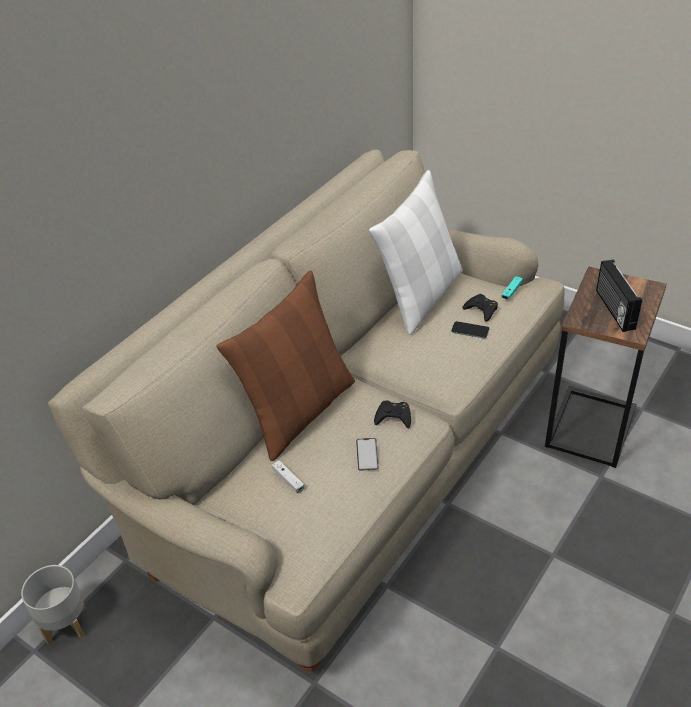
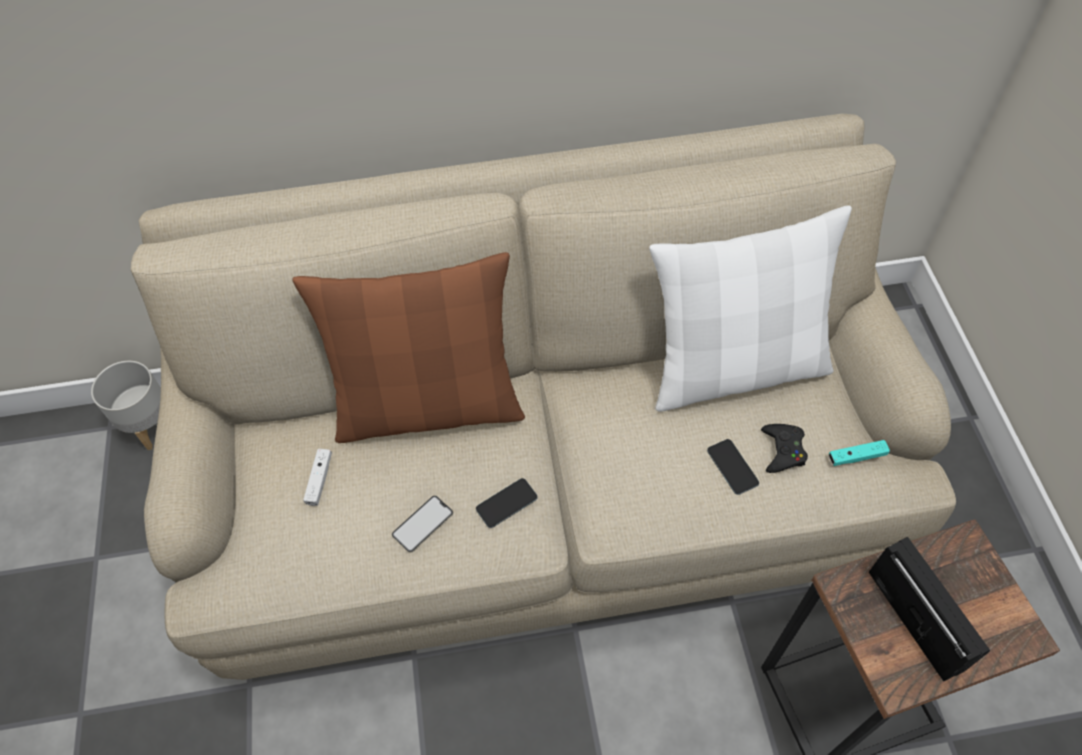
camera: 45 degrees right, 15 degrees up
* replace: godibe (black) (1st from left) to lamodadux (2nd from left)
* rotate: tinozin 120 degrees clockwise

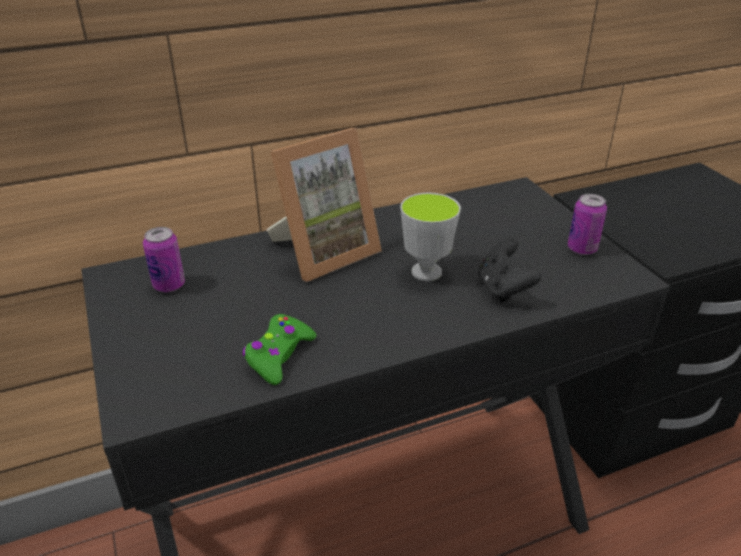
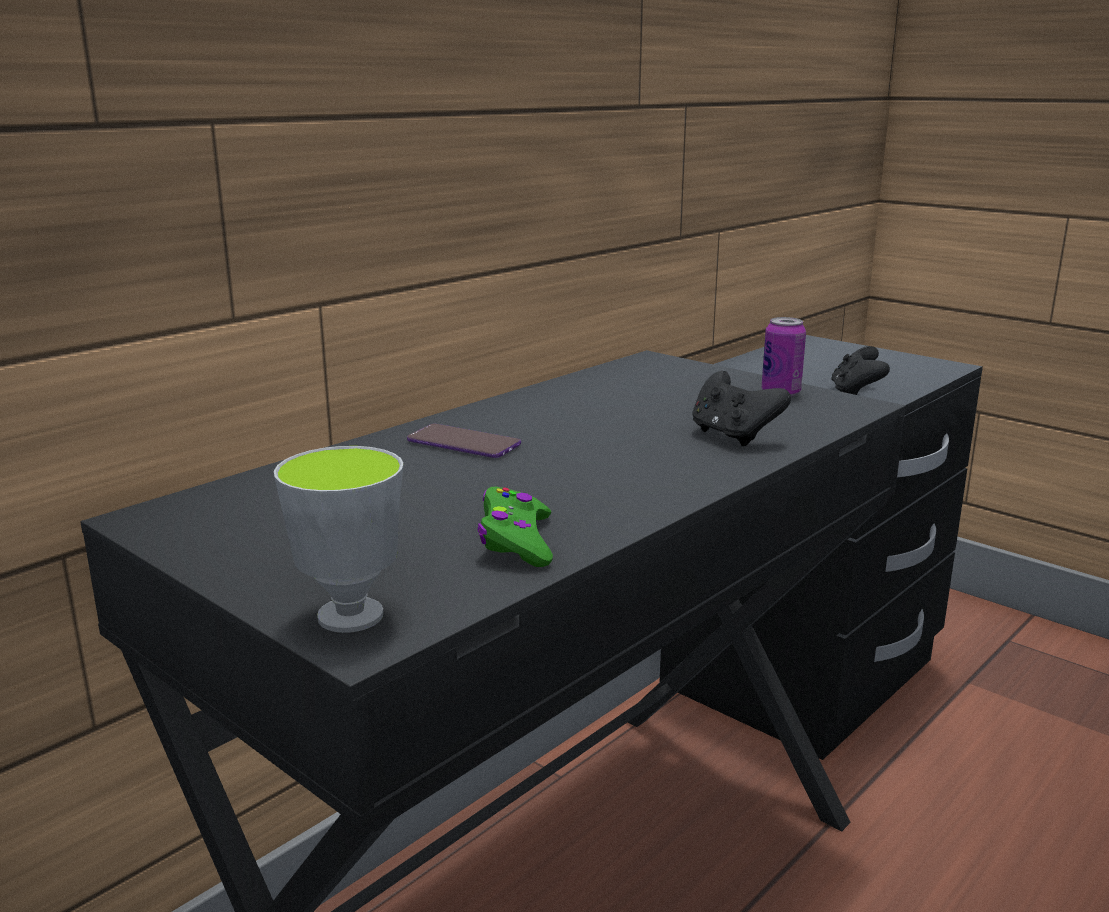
camera: 25 degrees left, 15 degrees down
* delete: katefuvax (1st from left)
* insert: godibe (black) (2nd from left)
* move: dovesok
* replace: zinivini to lamodadux

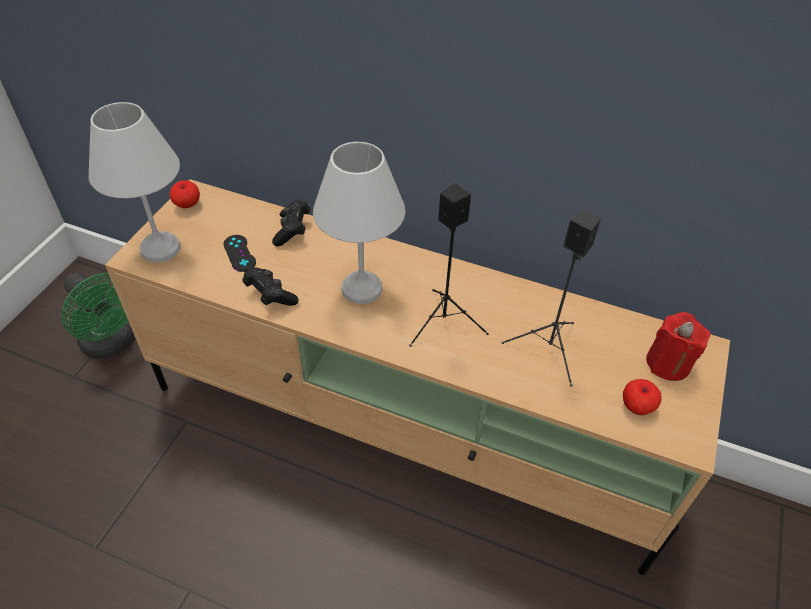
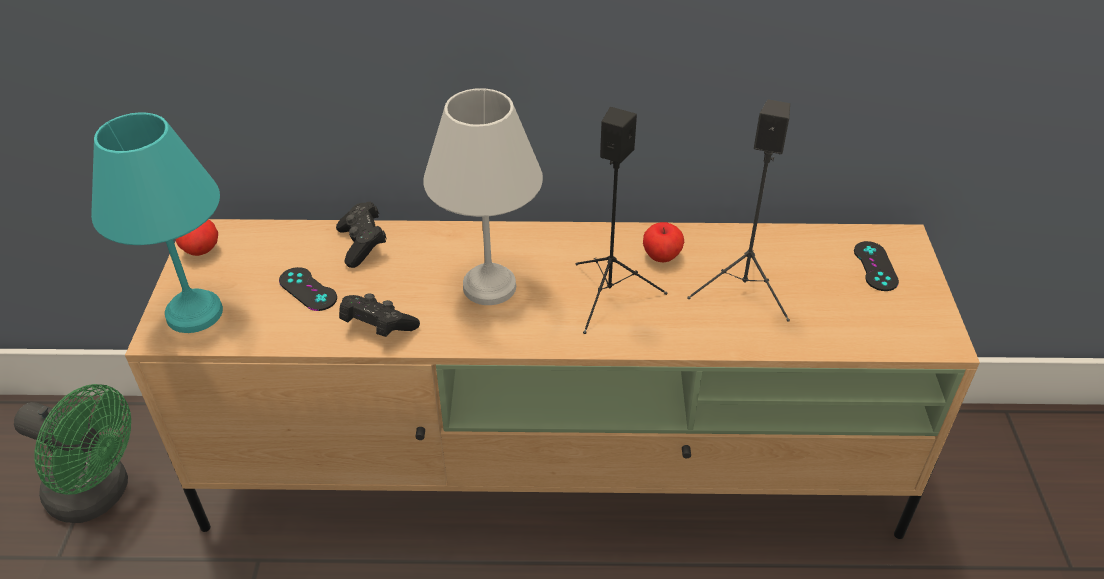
camera: 20 degrees left, 5 degrees down
* move: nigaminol (2nd from left)
* replace: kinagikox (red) to godibe (black) (4th from left)
* recolor: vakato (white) (1st from left) to vakato (turquoise)

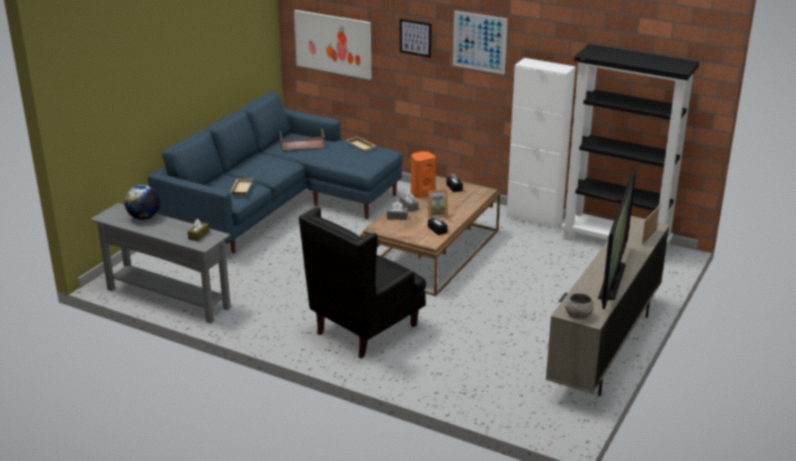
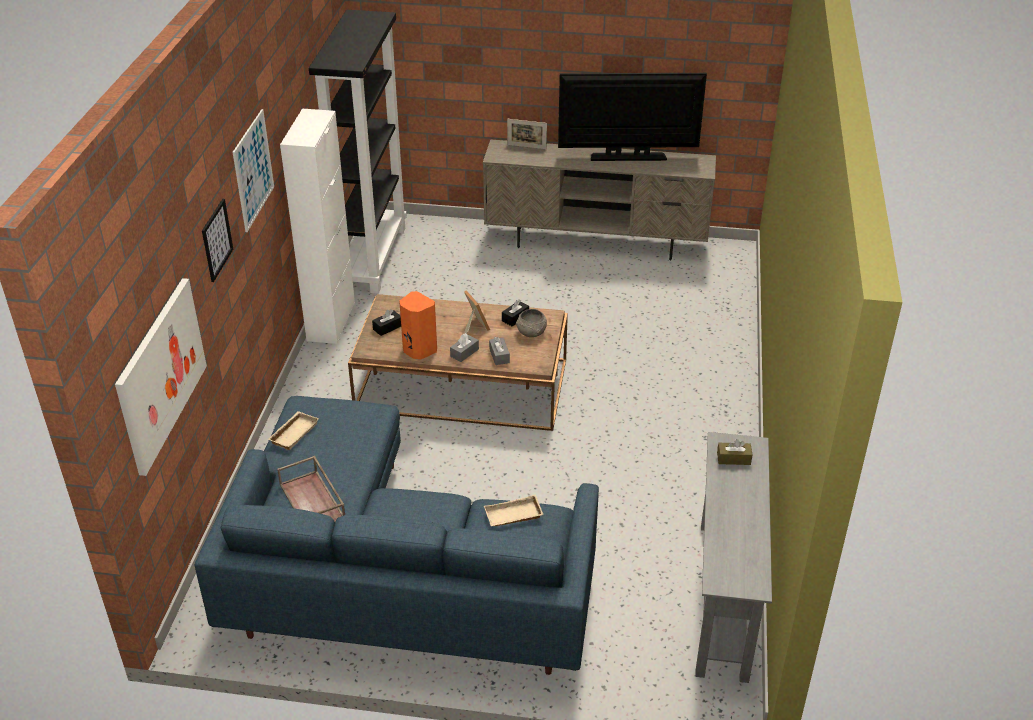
camera: 110 degrees left, 10 degrees up
* delete: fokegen
* delete: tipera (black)
* move: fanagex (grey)

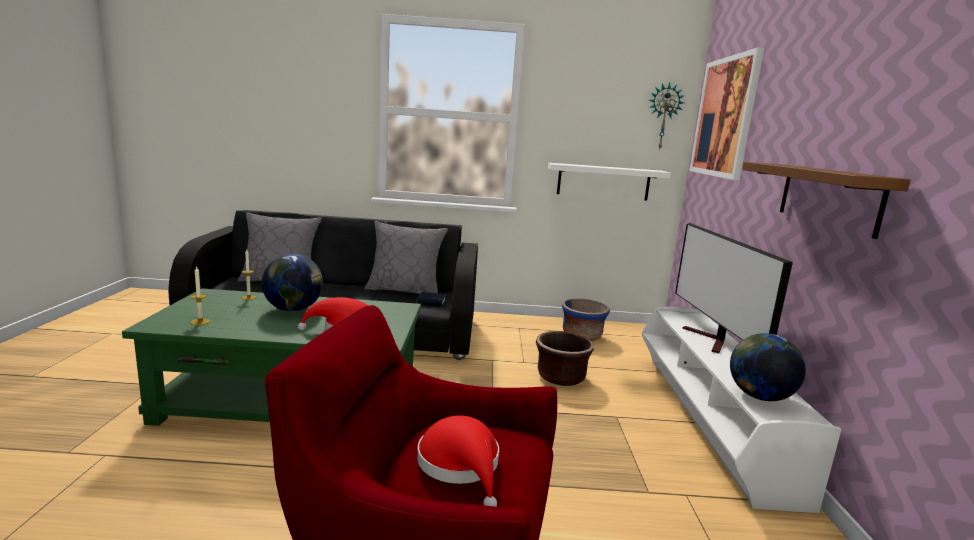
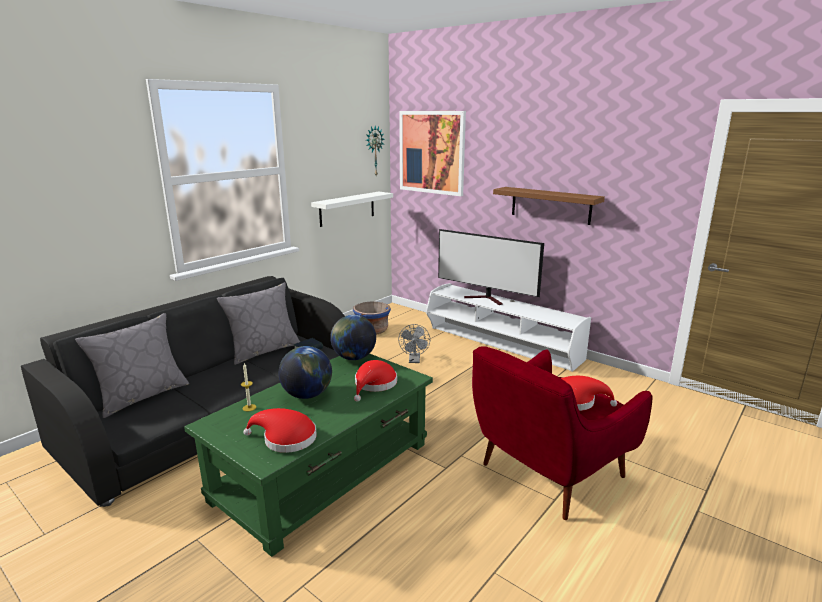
camera: 50 degrees left, 5 degrees up
* move: fokegen (2nd from left)
* replace: kinagikox (1st from left) to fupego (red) (1st from left)
* replace: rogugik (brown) to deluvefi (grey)

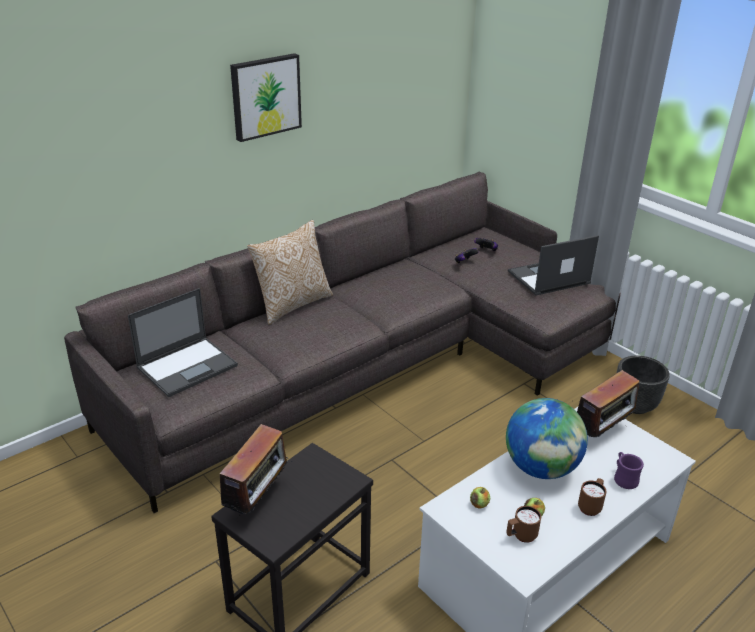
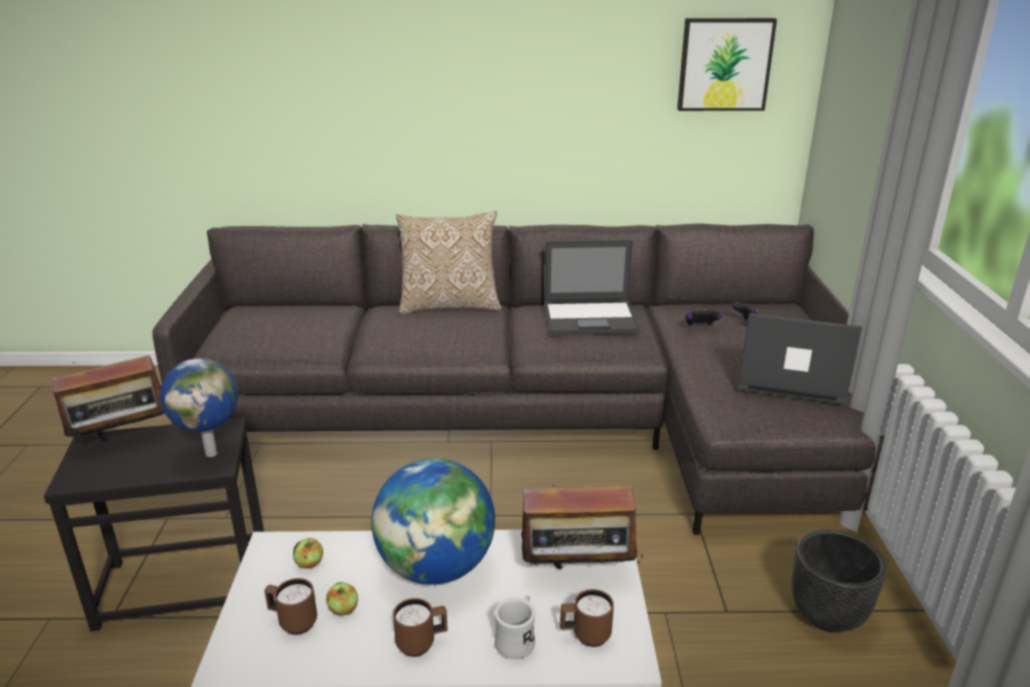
camera: 40 degrees right, 5 degrees down
* insert: fokegen (1st from left)
* insert: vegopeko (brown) (3rd from left)
* move: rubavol (1st from left)
* move: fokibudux
* recolor: vegopeko (purple) to vegopeko (white)

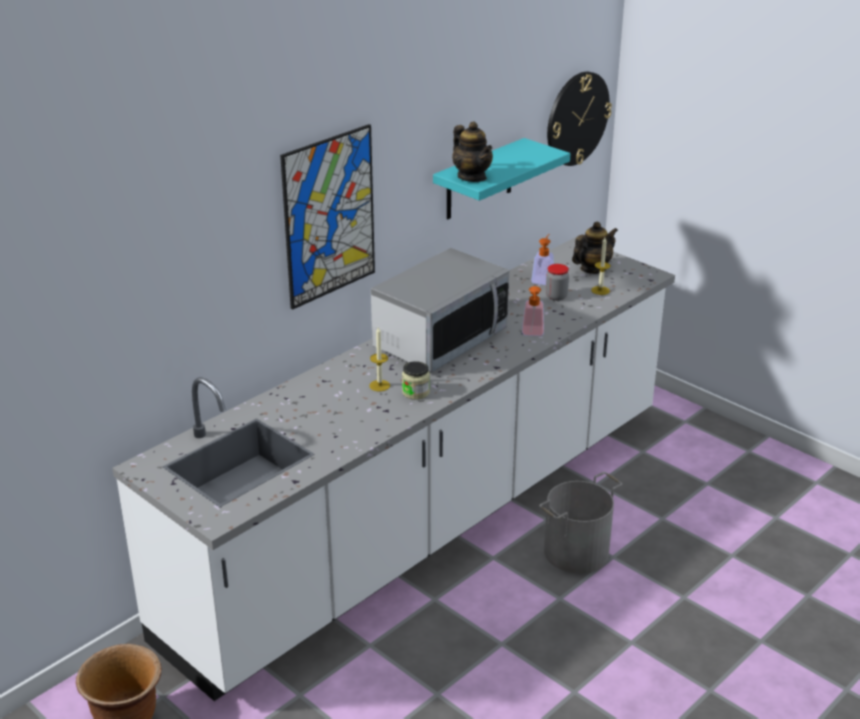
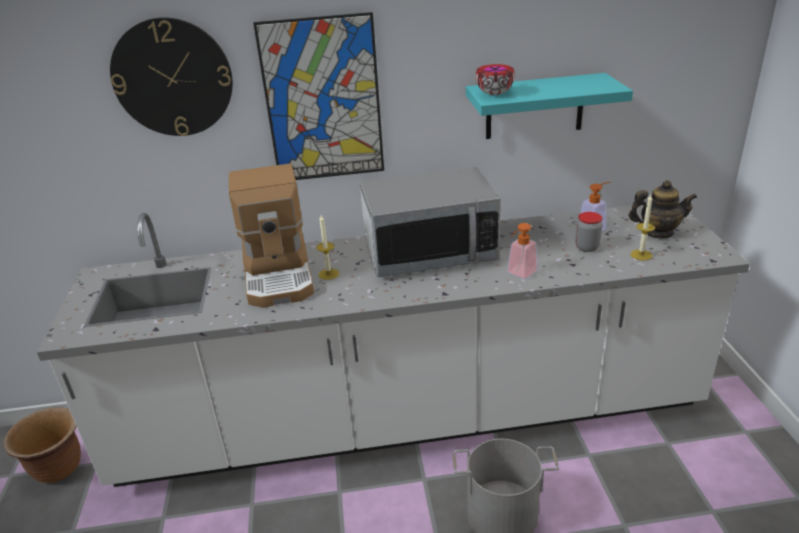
camera: 40 degrees right, 0 degrees up
* delete: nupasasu (1st from left)
* insert: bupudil
* move: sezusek
* replace: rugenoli (1st from left) to fanagex

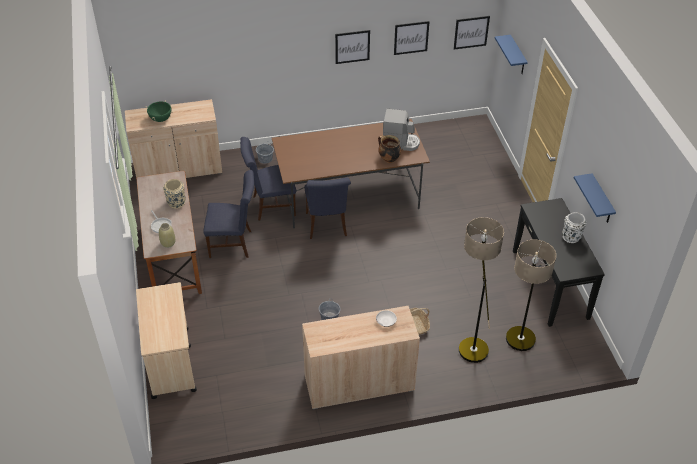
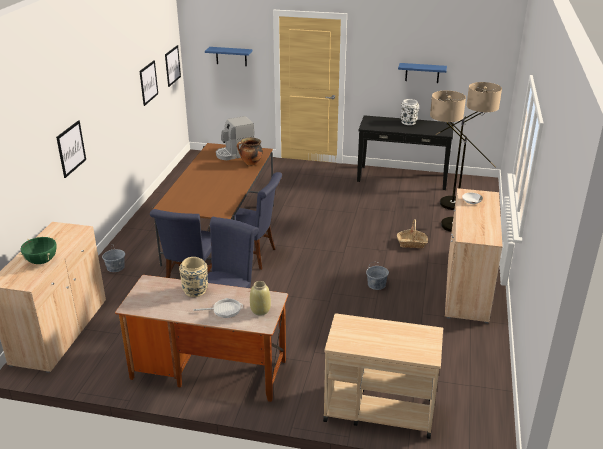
camera: 65 degrees left, 15 degrees down
* move: fokibudux (1st from left)
* rotate: bupudil 150 degrees counterclockwise

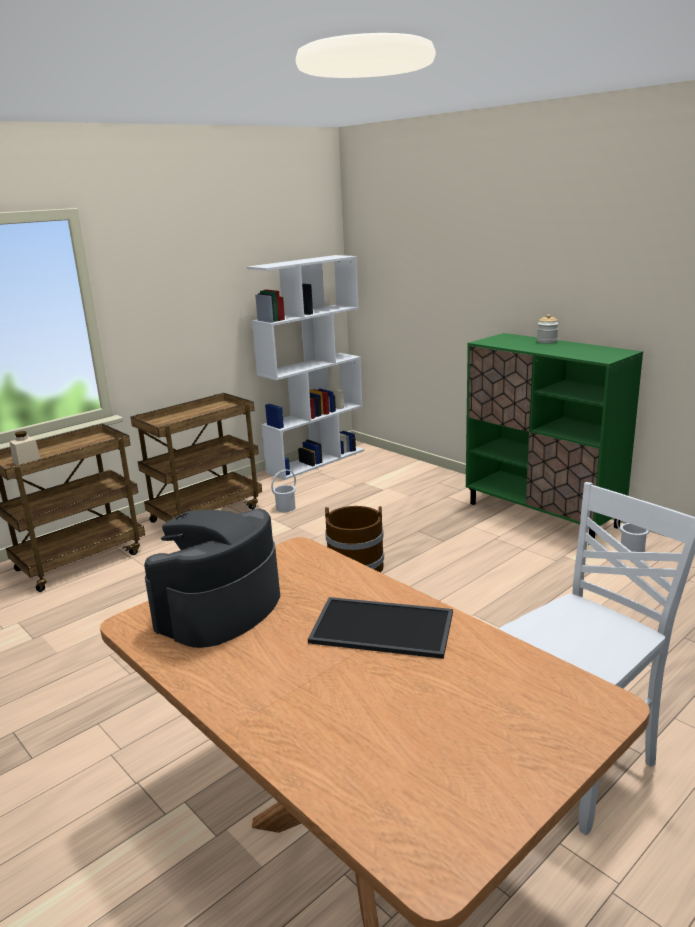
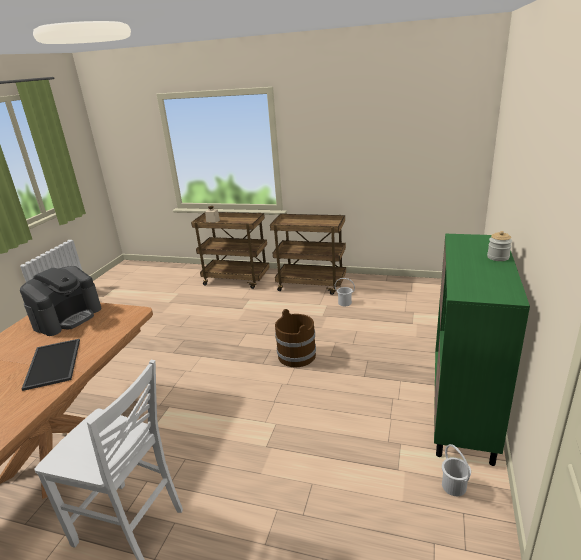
camera: 60 degrees right, 5 degrees up
* delete: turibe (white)
* rotate: bupudil 120 degrees clockwise

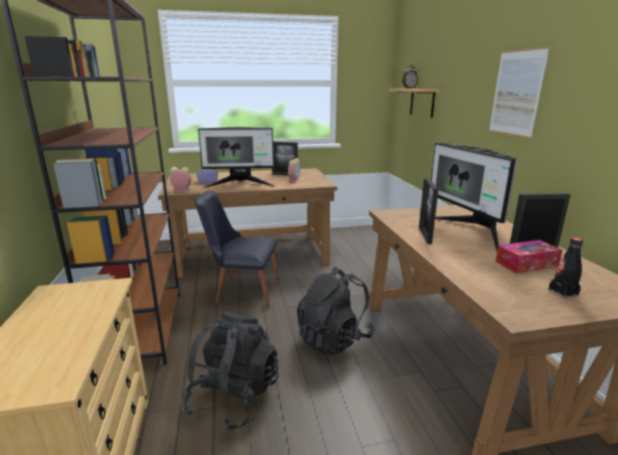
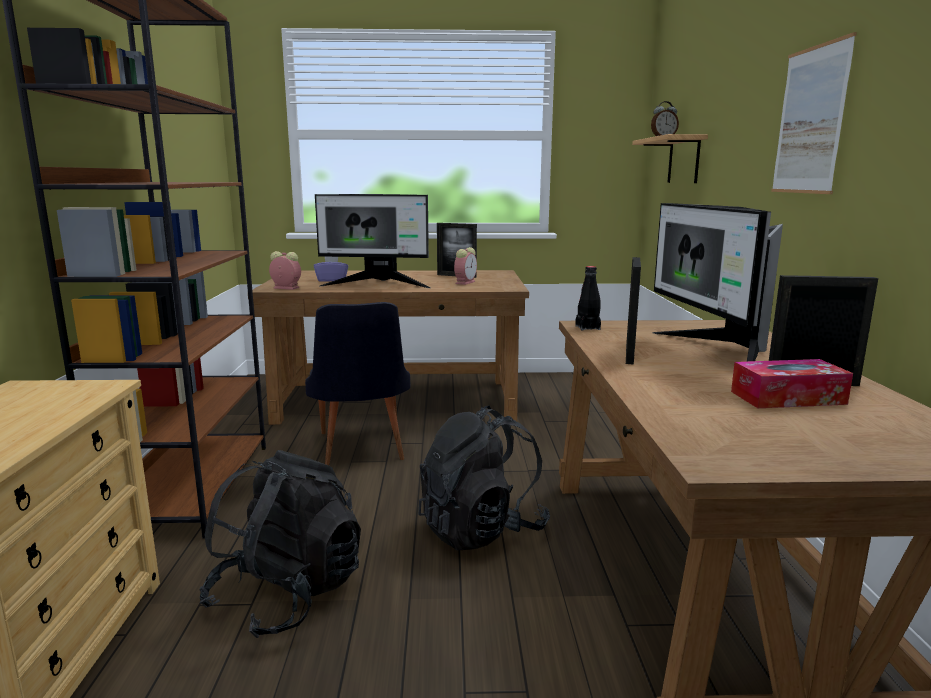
camera: 10 degrees right, 5 degrees down
* move: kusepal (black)
* rotate: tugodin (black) 120 degrees counterclockwise

